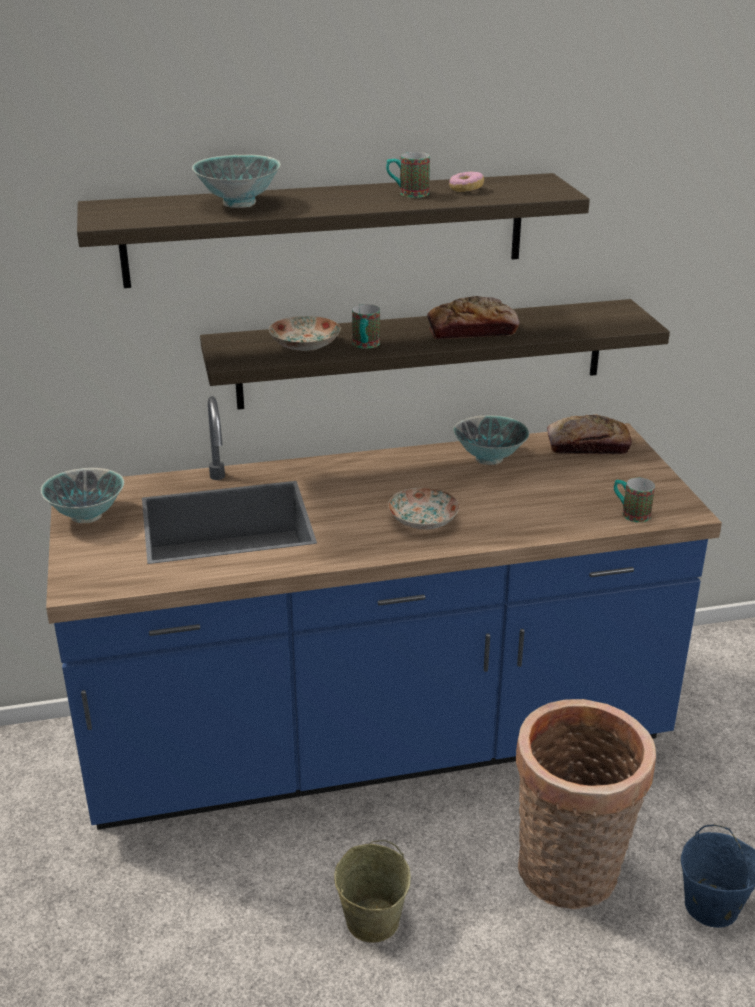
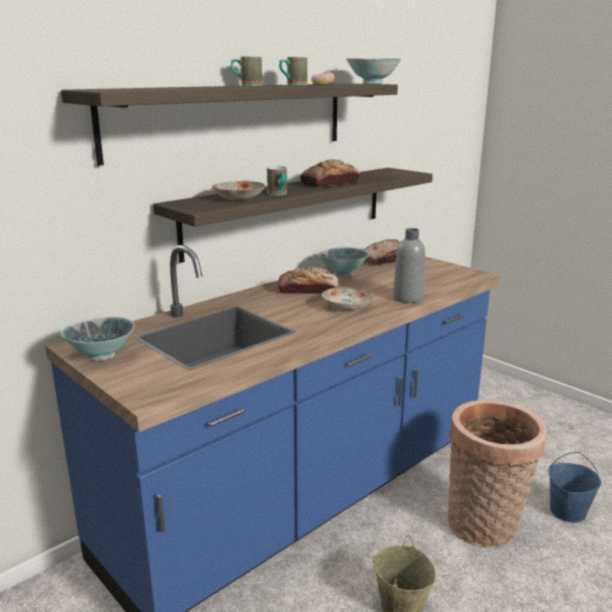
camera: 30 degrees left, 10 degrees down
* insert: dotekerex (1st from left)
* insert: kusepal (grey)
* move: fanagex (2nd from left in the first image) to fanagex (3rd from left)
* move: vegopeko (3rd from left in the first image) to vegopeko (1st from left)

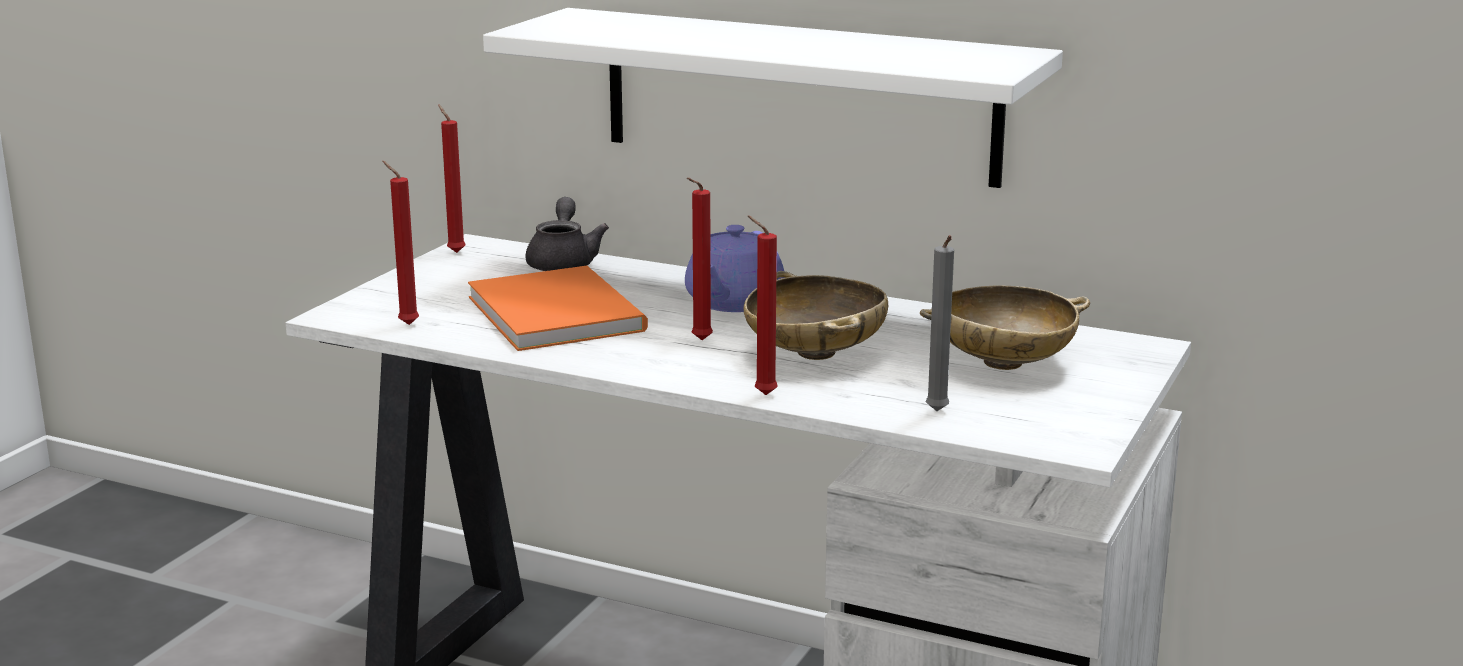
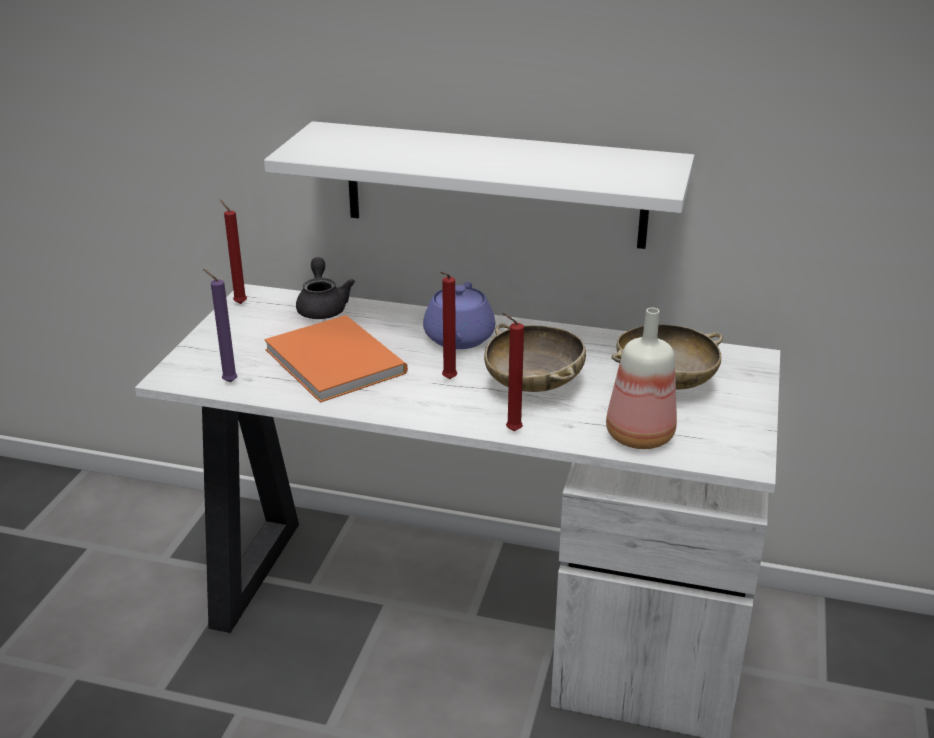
camera: 10 degrees left, 10 degrees up
* replace: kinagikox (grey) to kusepal
* recolor: kinagikox (red) (1st from left) to kinagikox (purple)

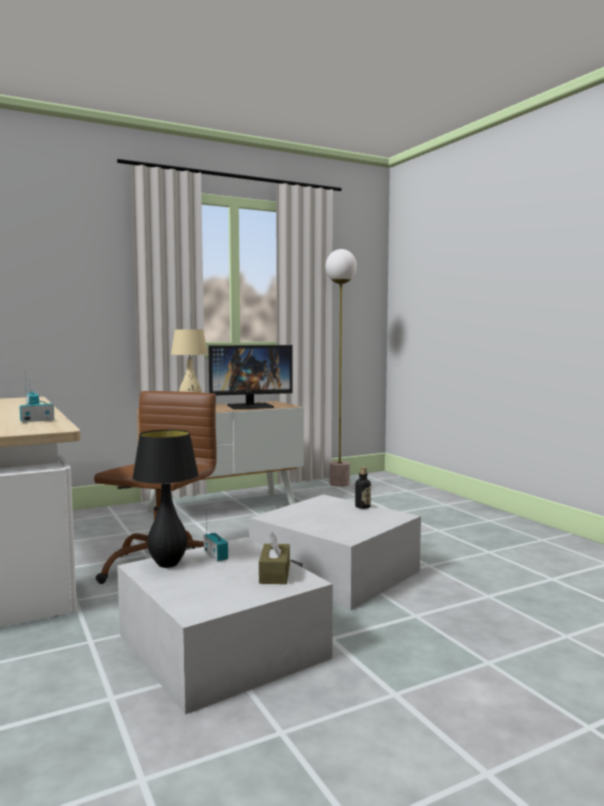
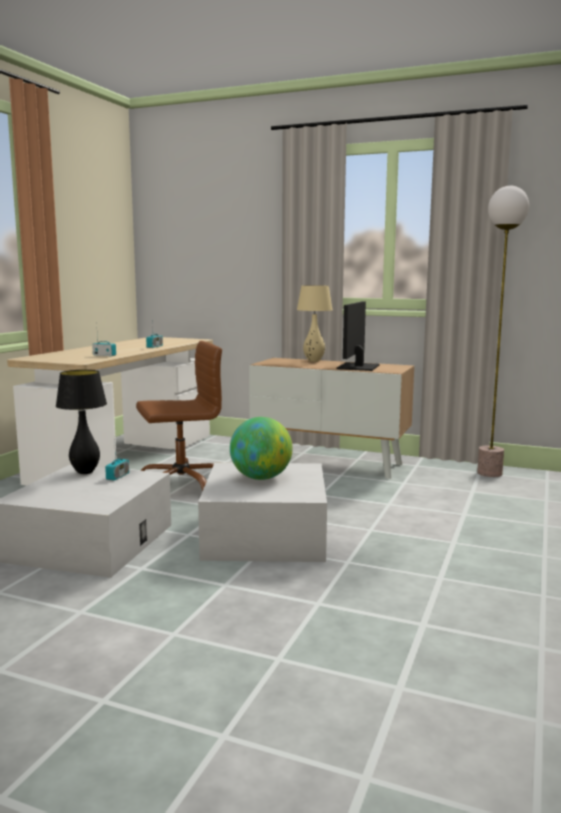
camera: 50 degrees right, 5 degrees up
* delete: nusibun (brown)
* delete: kusepal
* insert: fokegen
* rotate: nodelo 75 degrees clockwise

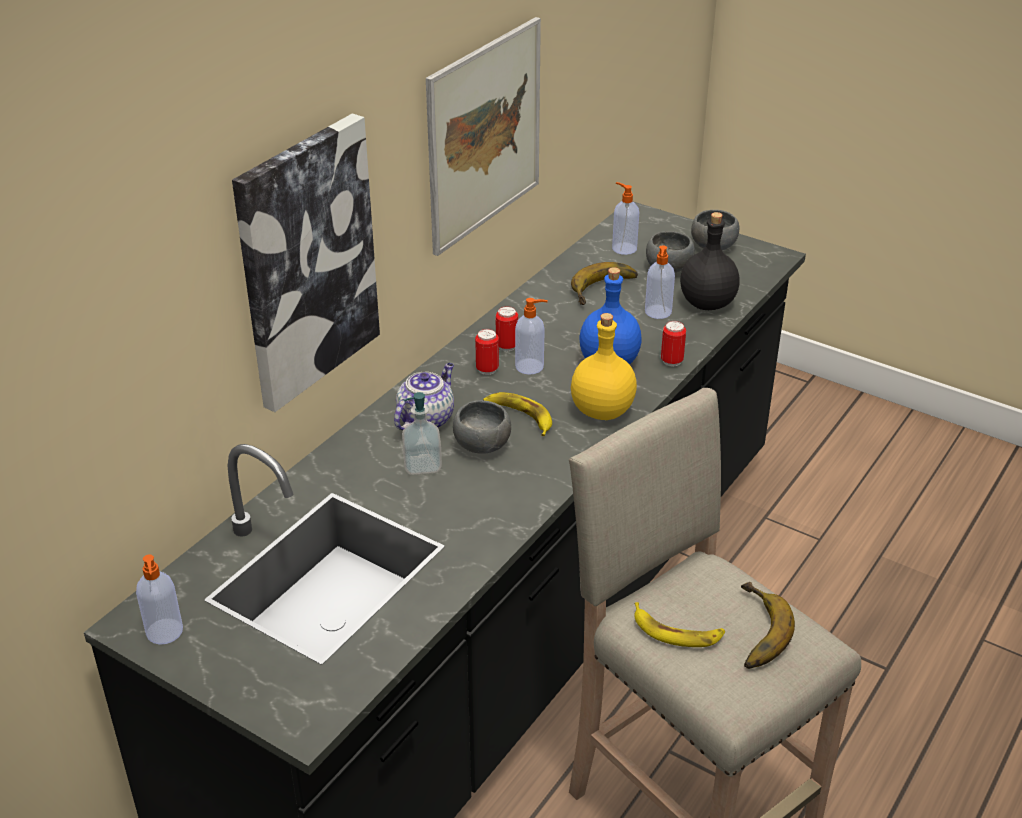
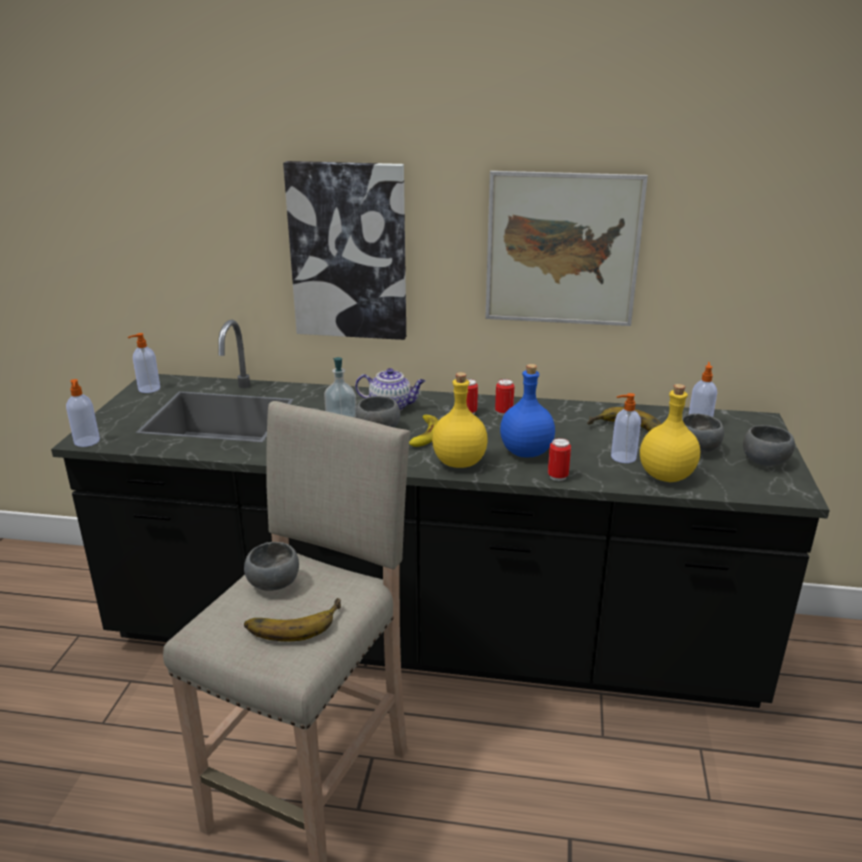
camera: 65 degrees right, 10 degrees down
* move: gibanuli (3rd from left in the first image) to gibanuli (1st from left)
* replace: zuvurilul (3rd from left) to fanagex (grey) (1st from left)
* recolor: kusepal (black) to kusepal (yellow) (2nd from left)

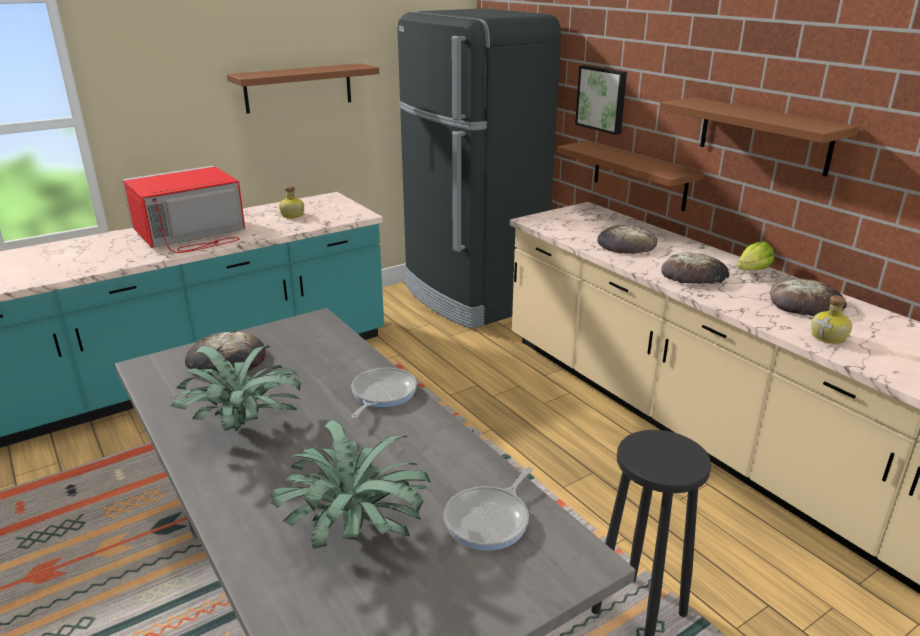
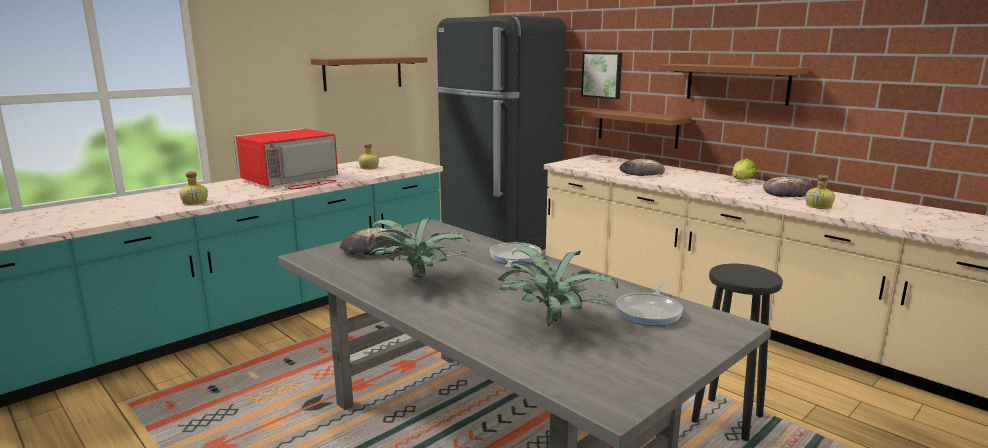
camera: 10 degrees left, 10 degrees down
* delete: dotekerex (3rd from left)
* insert: kusepal (1st from left)

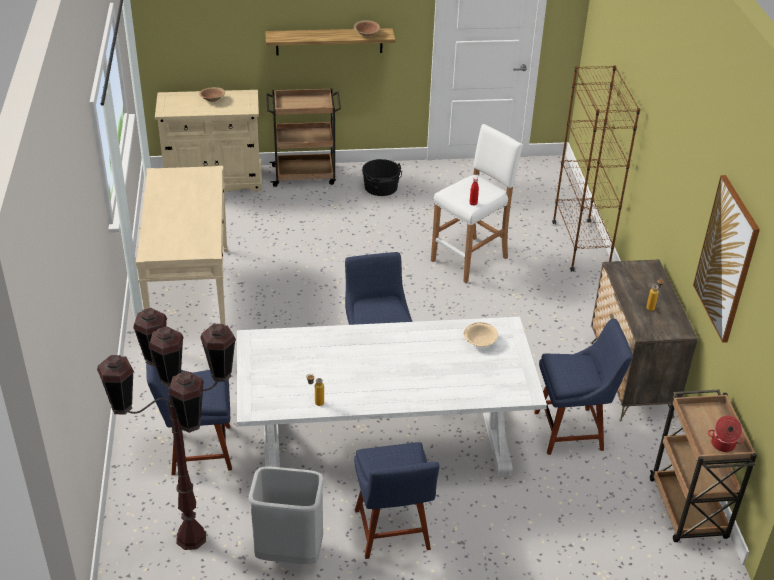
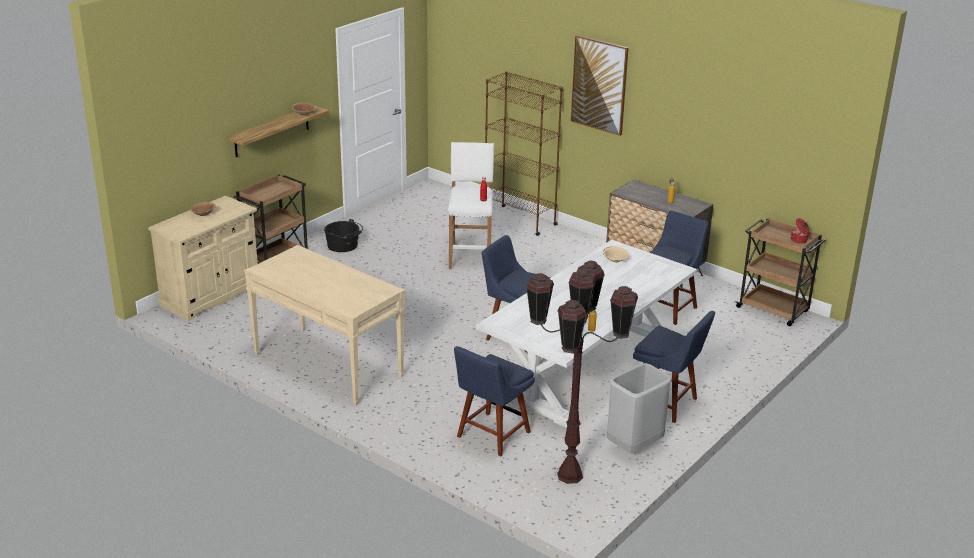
camera: 45 degrees left, 10 degrees down
* move: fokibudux

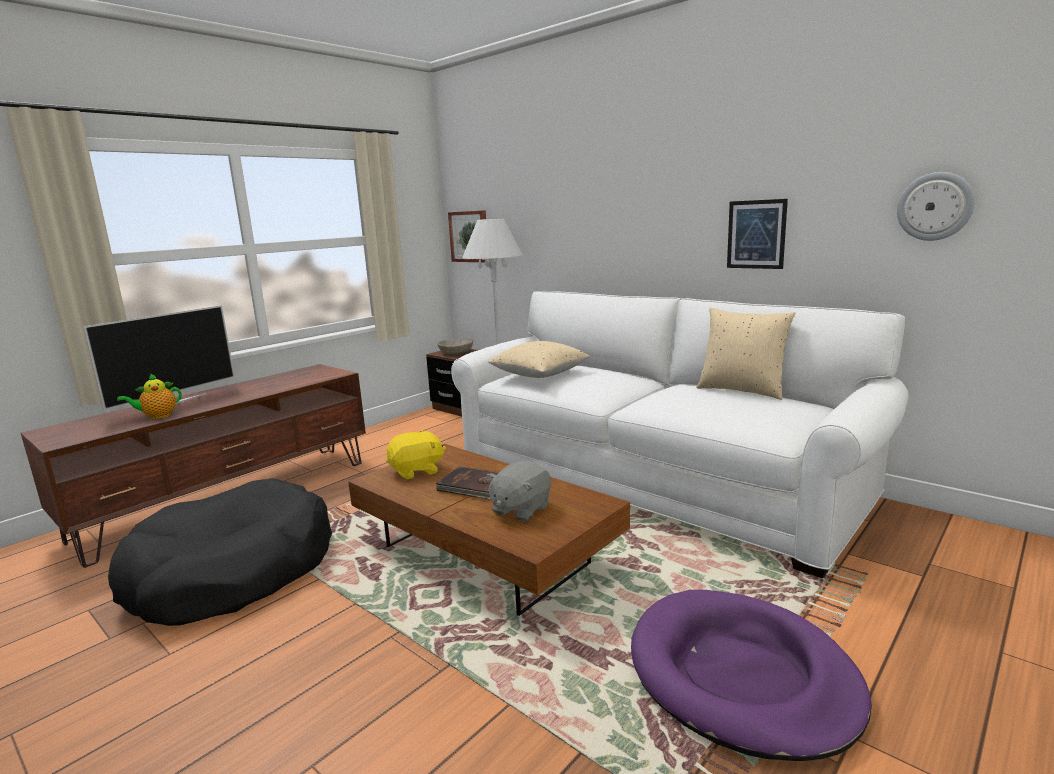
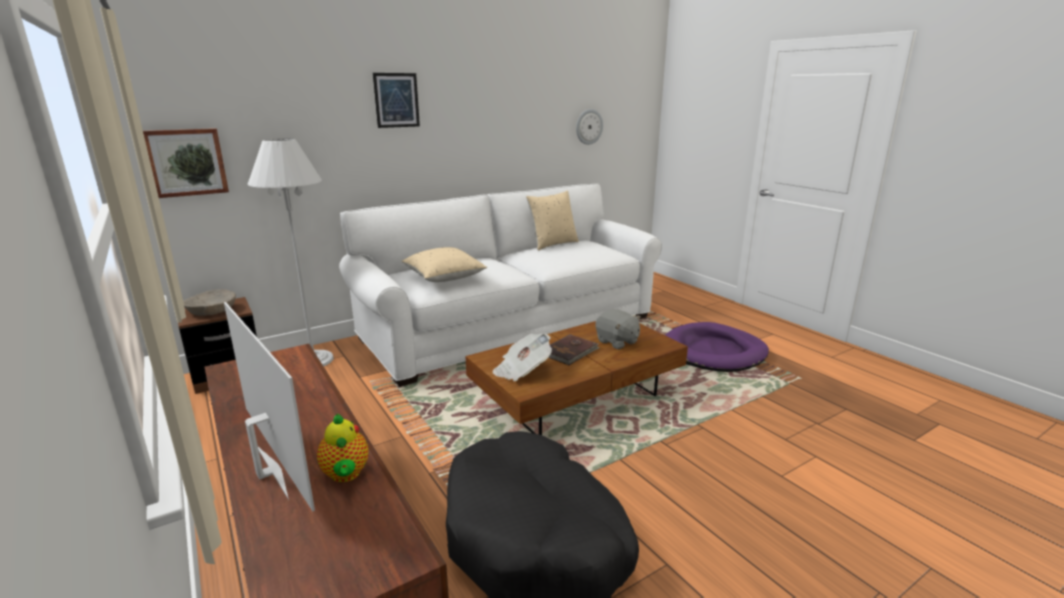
camera: 75 degrees left, 5 degrees up
* move: fokibudux (2nd from left)
* replace: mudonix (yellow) to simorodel

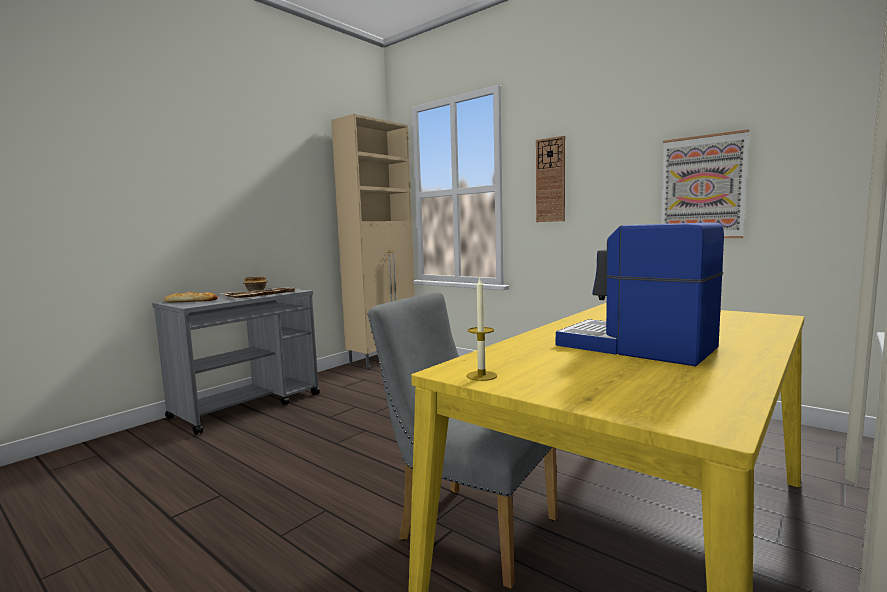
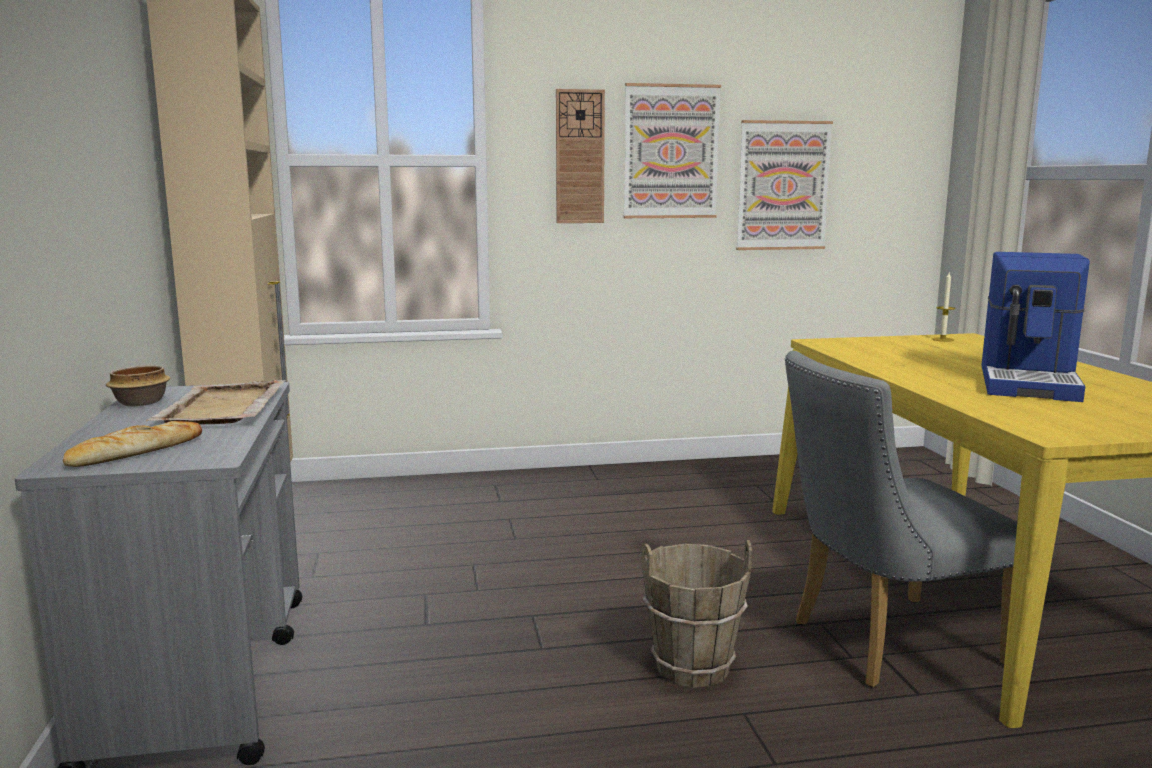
camera: 50 degrees left, 5 degrees up
* insert: fokibudux (1st from left)
* insert: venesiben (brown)
* move: kinagikox
* rotate: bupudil 60 degrees counterclockwise

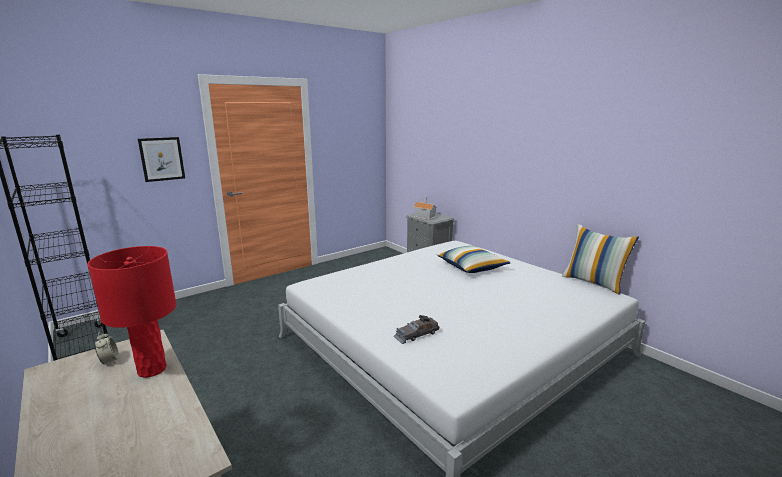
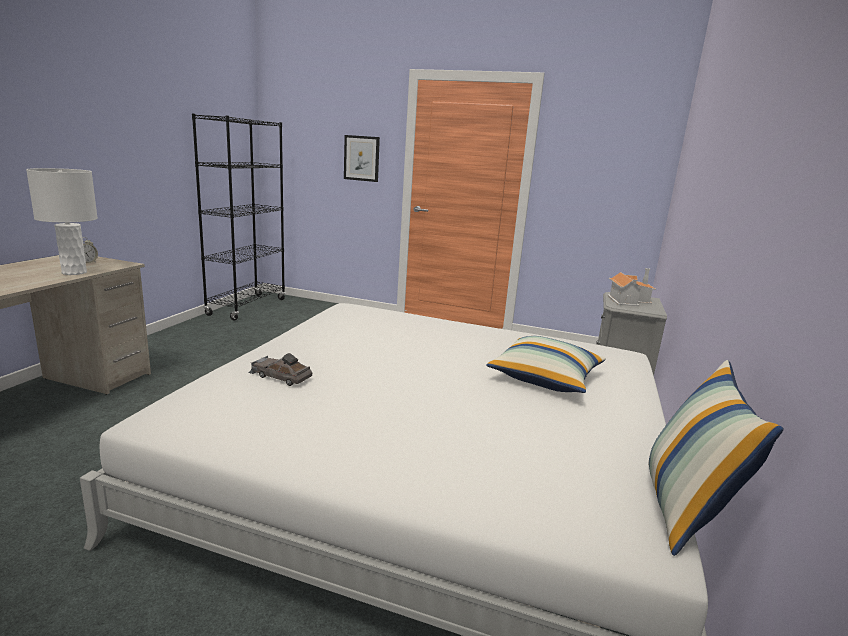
camera: 55 degrees right, 0 degrees up
* recolor: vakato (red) to vakato (white)

